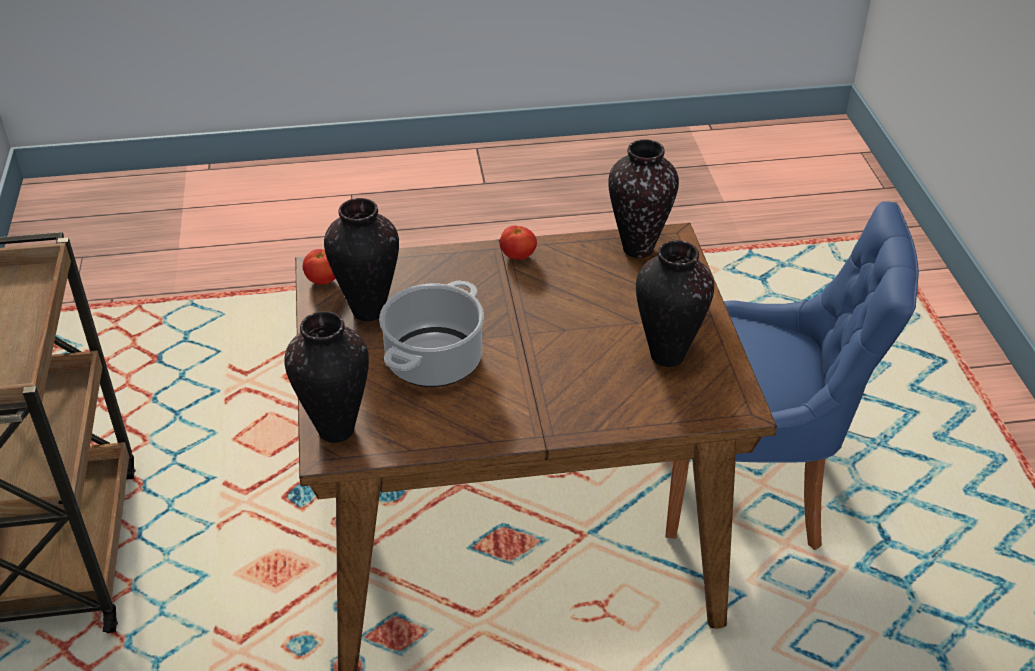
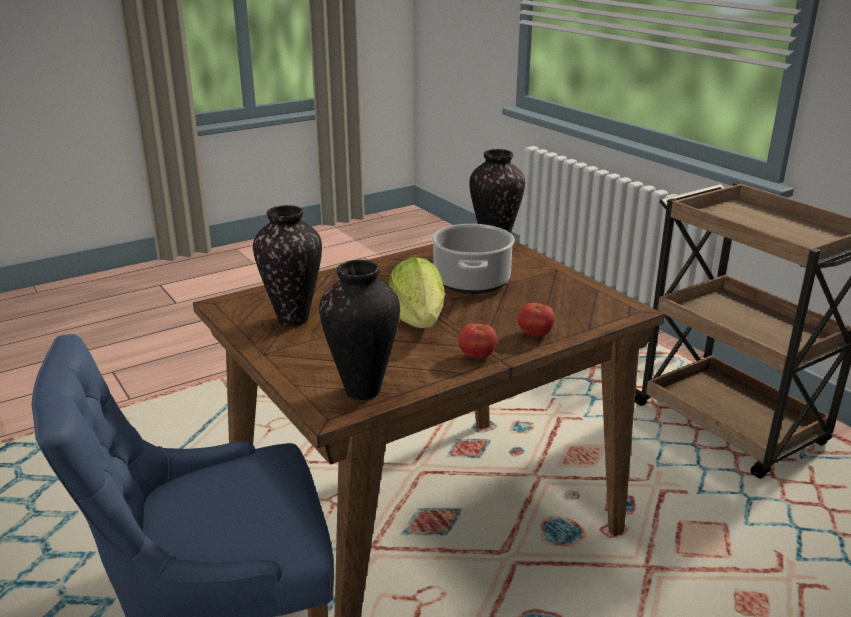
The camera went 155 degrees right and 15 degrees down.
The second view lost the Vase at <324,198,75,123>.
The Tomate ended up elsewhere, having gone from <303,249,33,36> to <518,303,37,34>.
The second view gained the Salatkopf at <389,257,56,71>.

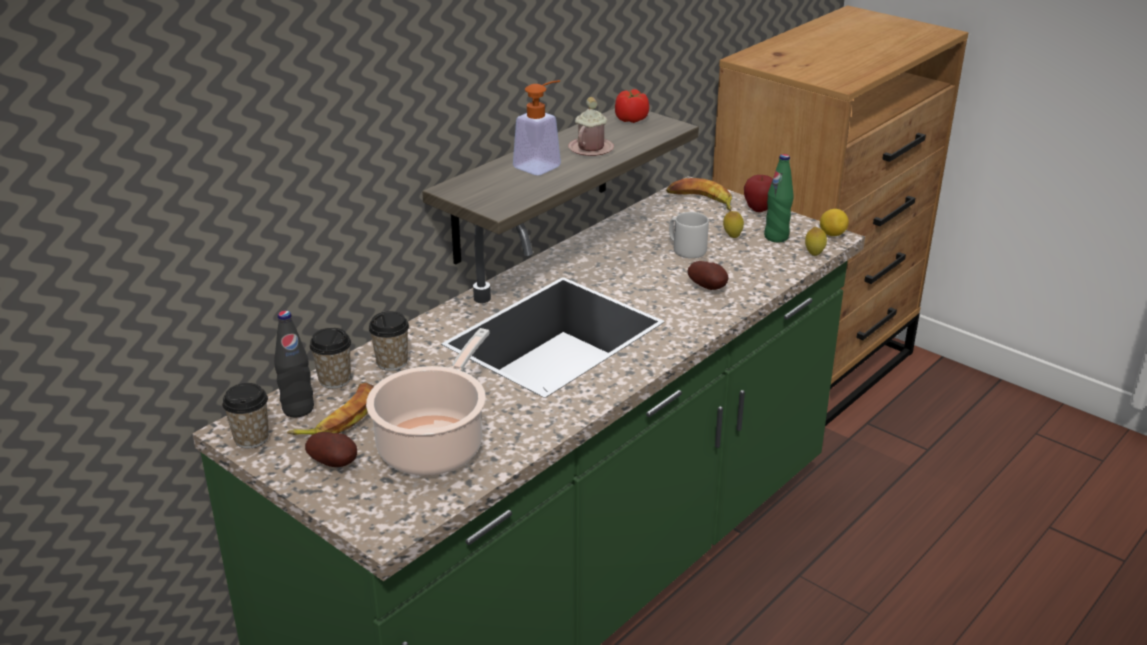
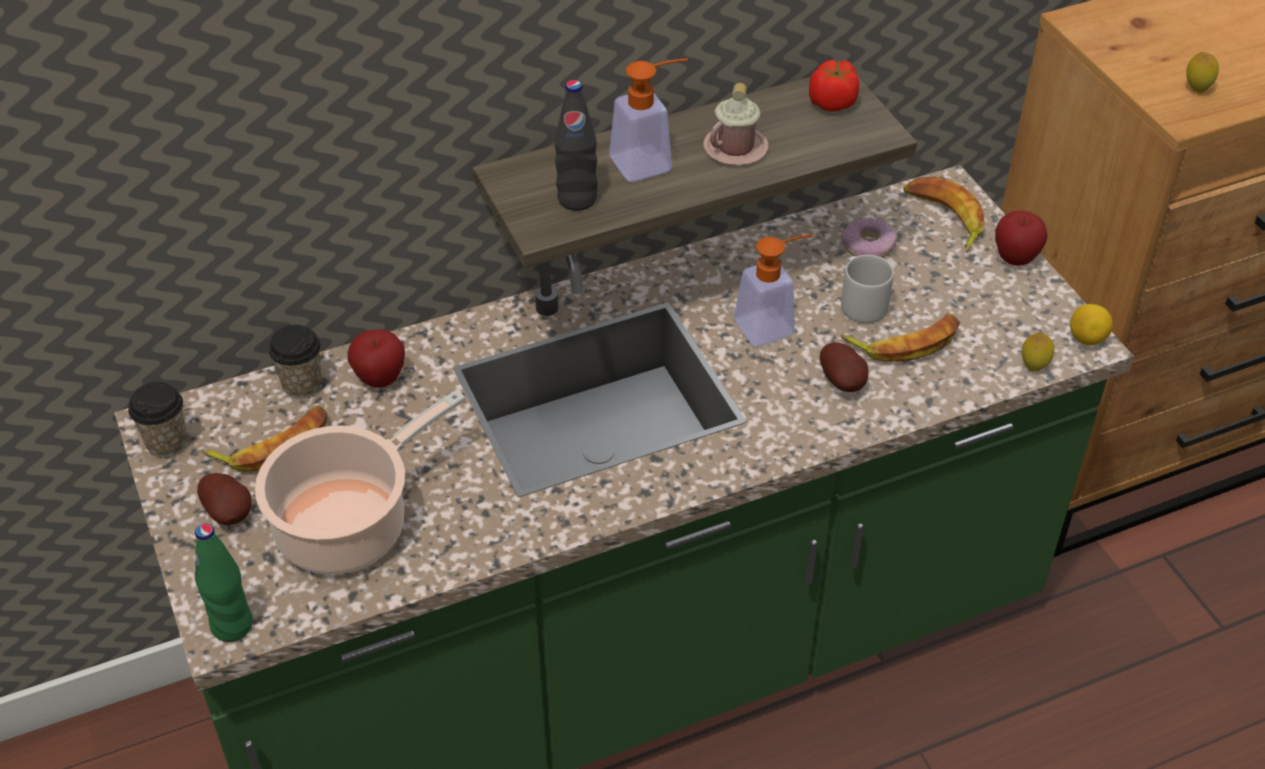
The camera went 25 degrees right and 15 degrees up.
The Flasche [grün] ended up elsewhere, having gone from <764,154,30,88> to <195,524,58,118>.
The Zitrone ended up elsewhere, having gone from <723,211,21,27> to <1186,52,33,41>.
The Flasche [schwarz] ended up elsewhere, having gone from <274,311,40,106> to <555,80,43,131>.
Where the Tasse stood at <369,311,40,60>, the Apfel came to stand at <348,330,57,58>.
The second view gained the Donut at <842,218,55,40>.
The second view gained the Seifenspender at <734,234,80,113>.
The second view gained the Banane at <841,313,119,49>.

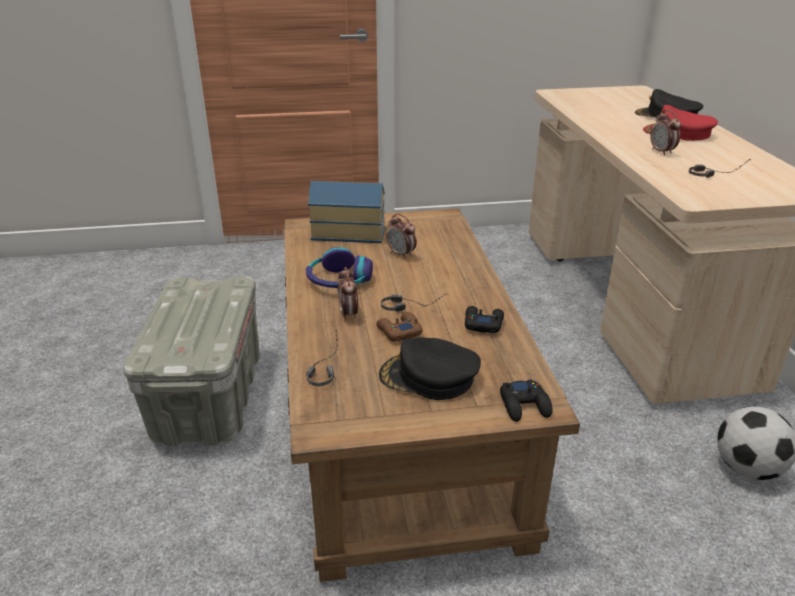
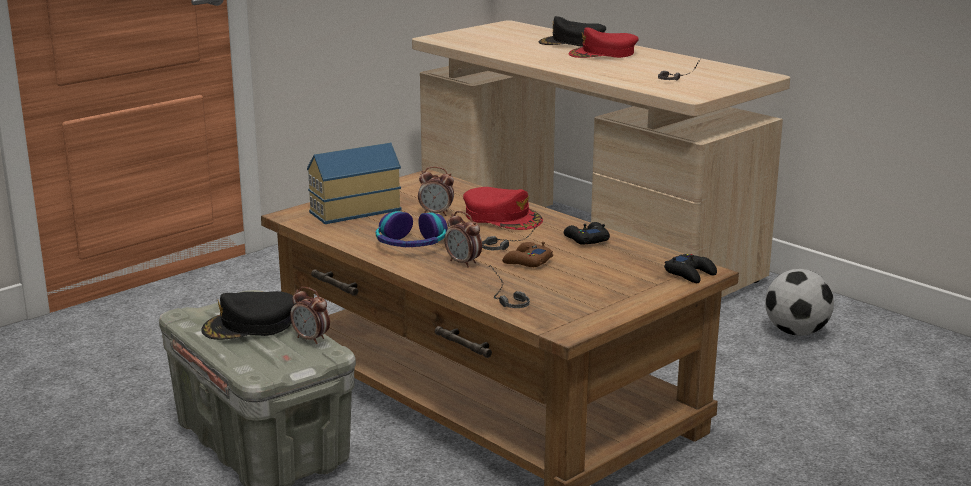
The camera went 35 degrees left and 10 degrees down.
The Wecker ended up elsewhere, having gone from <650,110,31,46> to <290,287,40,57>.
The Kappe [schwarz] ended up elsewhere, having gone from <379,337,102,63> to <201,291,95,49>.
The second view gained the Kappe [rot] at <463,187,80,43>.

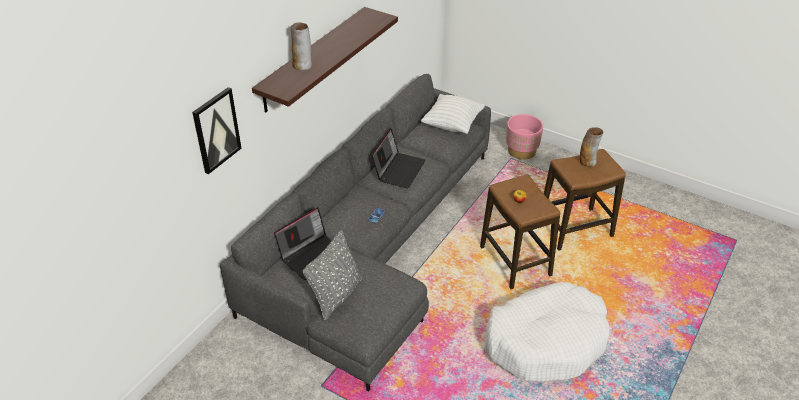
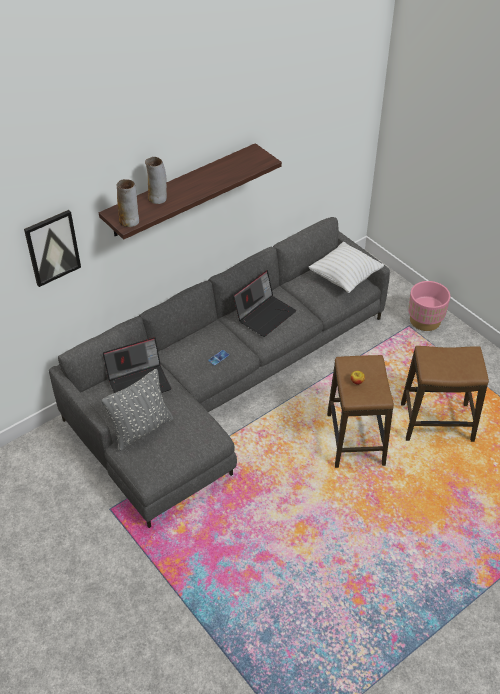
The camera went 20 degrees right and 5 degrees up.
The Vase ended up elsewhere, having gone from <580,127,23,40> to <116,179,23,48>.
The second view lost the Hundebett [weiß] at <484,282,125,101>.

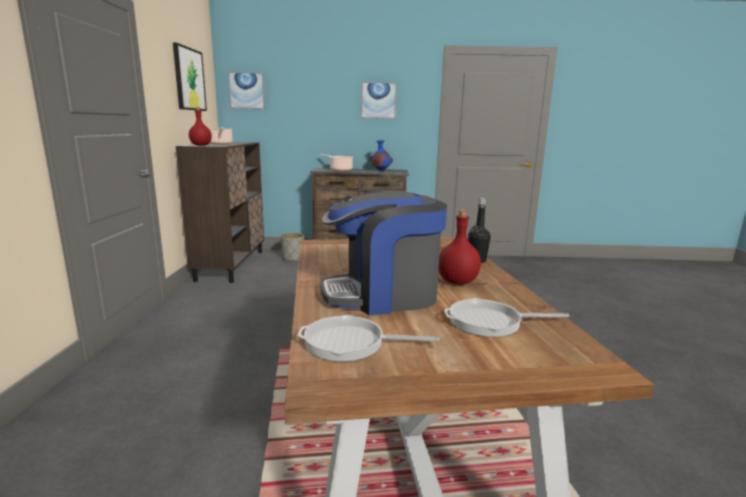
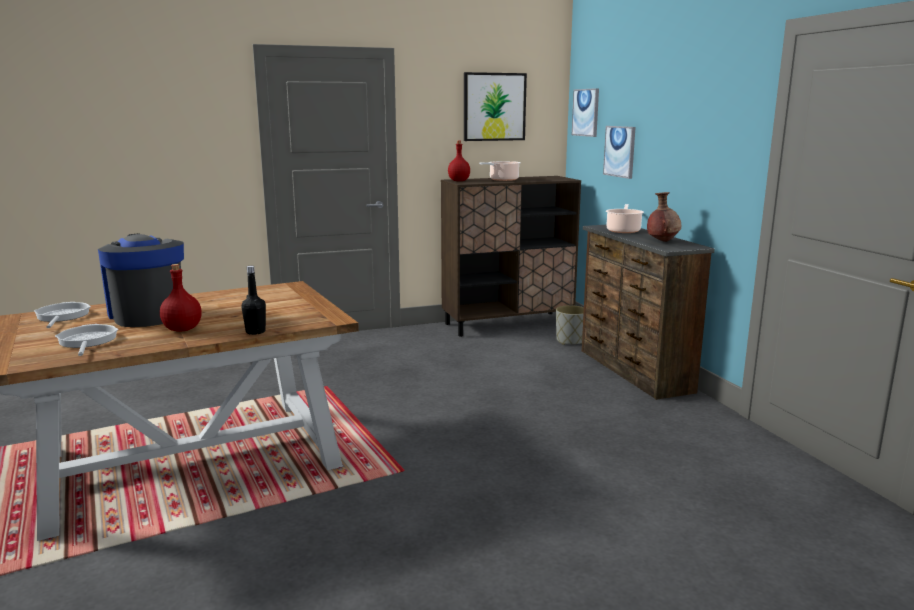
The camera went 70 degrees right and 0 degrees up.
The Bild ended up elsewhere, having gone from <361,82,35,37> to <603,126,33,53>.
What was the Vase [blau] at <370,140,23,31> turned into the Vase [braun] at <647,192,34,50>.

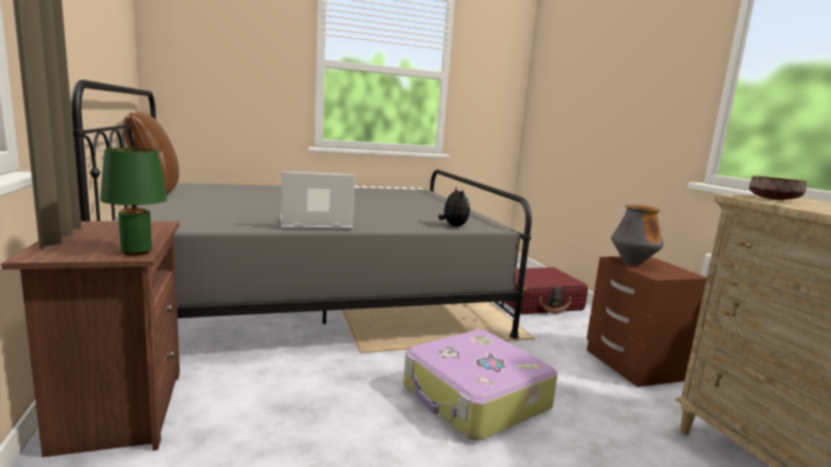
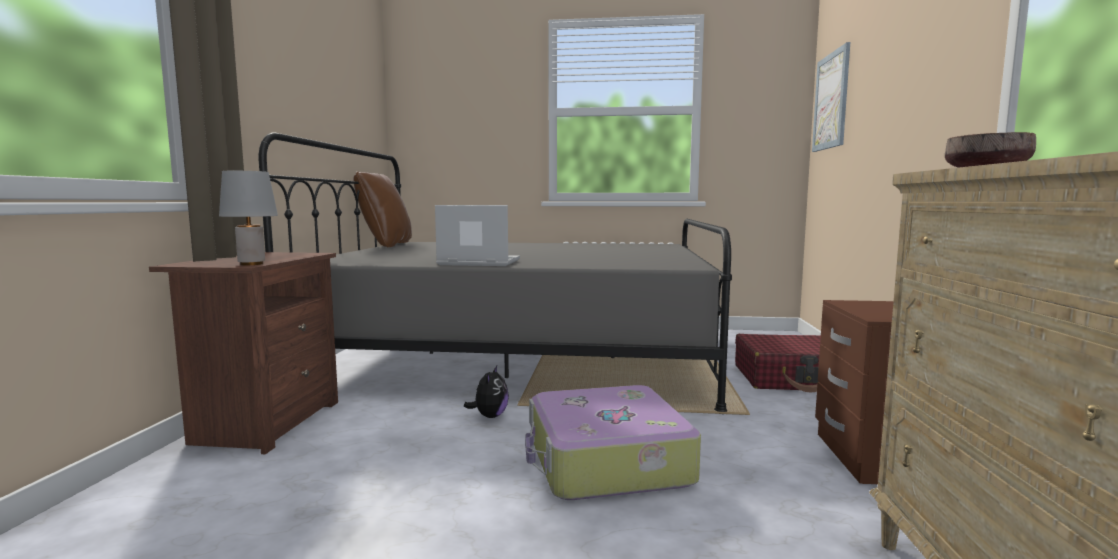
The camera went 25 degrees right and 5 degrees down.
What was the Tischlampe [grün] at <100,148,67,108> turned into the Tischlampe [grau] at <219,171,59,94>.
The Plüschtier ended up elsewhere, having gone from <438,186,32,41> to <464,366,45,52>.
The second view lost the Vase at <611,204,53,61>.
The second view gained the Bild at <812,42,38,110>.

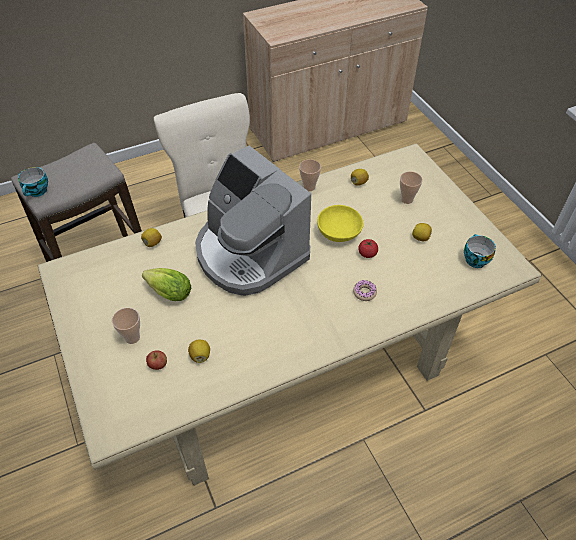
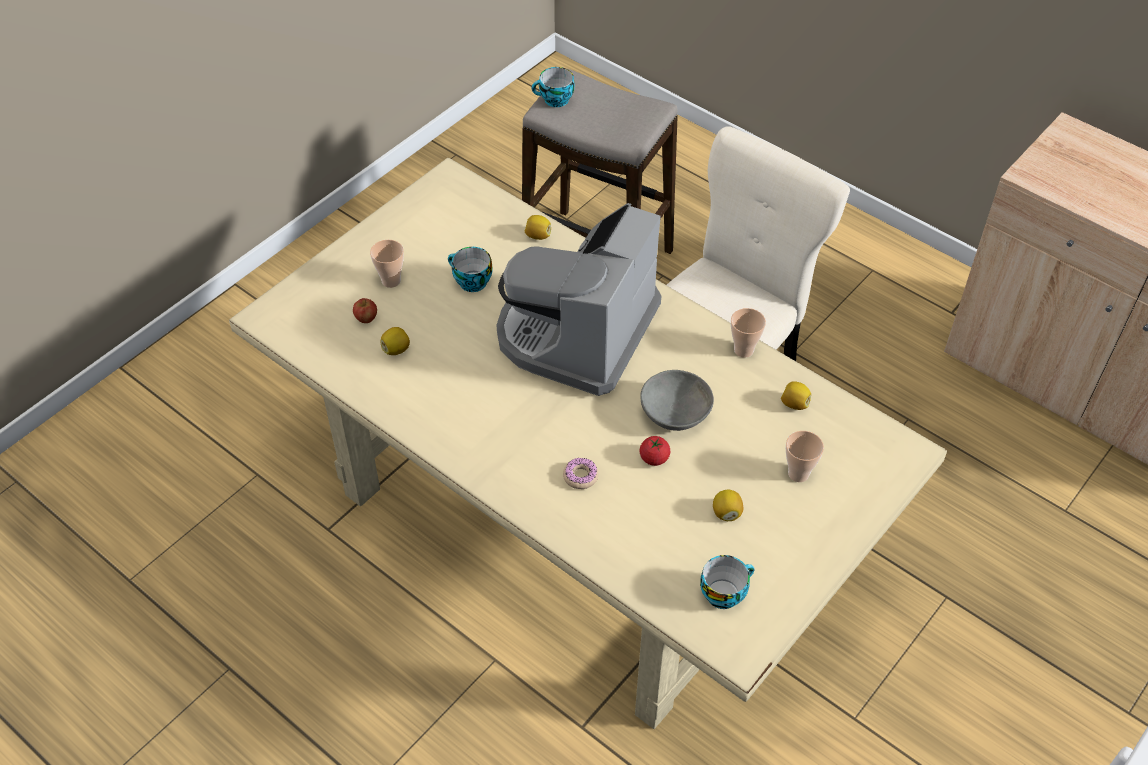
The camera went 65 degrees right and 0 degrees up.
What was the Schüssel [gelb] at <317,205,46,37> turned into the Schüssel [grau] at <640,370,74,61>.
Where the Salatkopf stood at <142,268,49,33>, the Tasse came to stand at <448,247,44,45>.

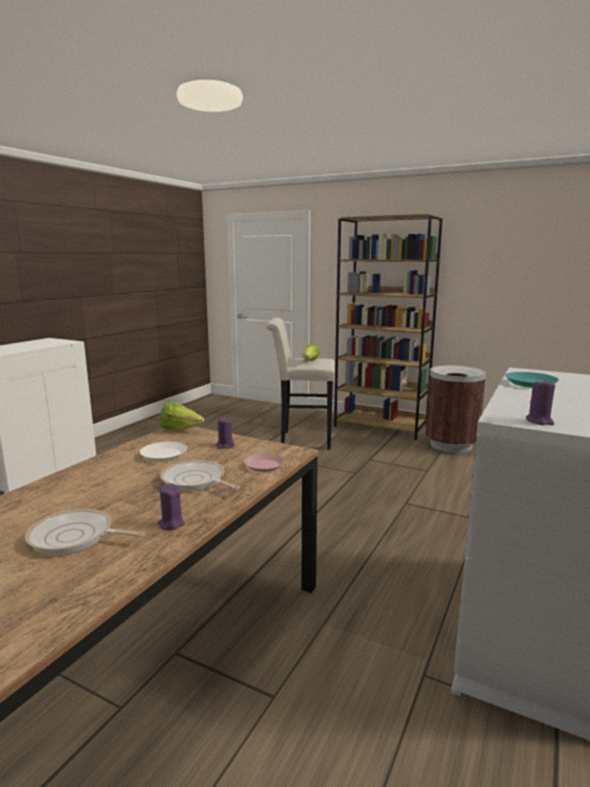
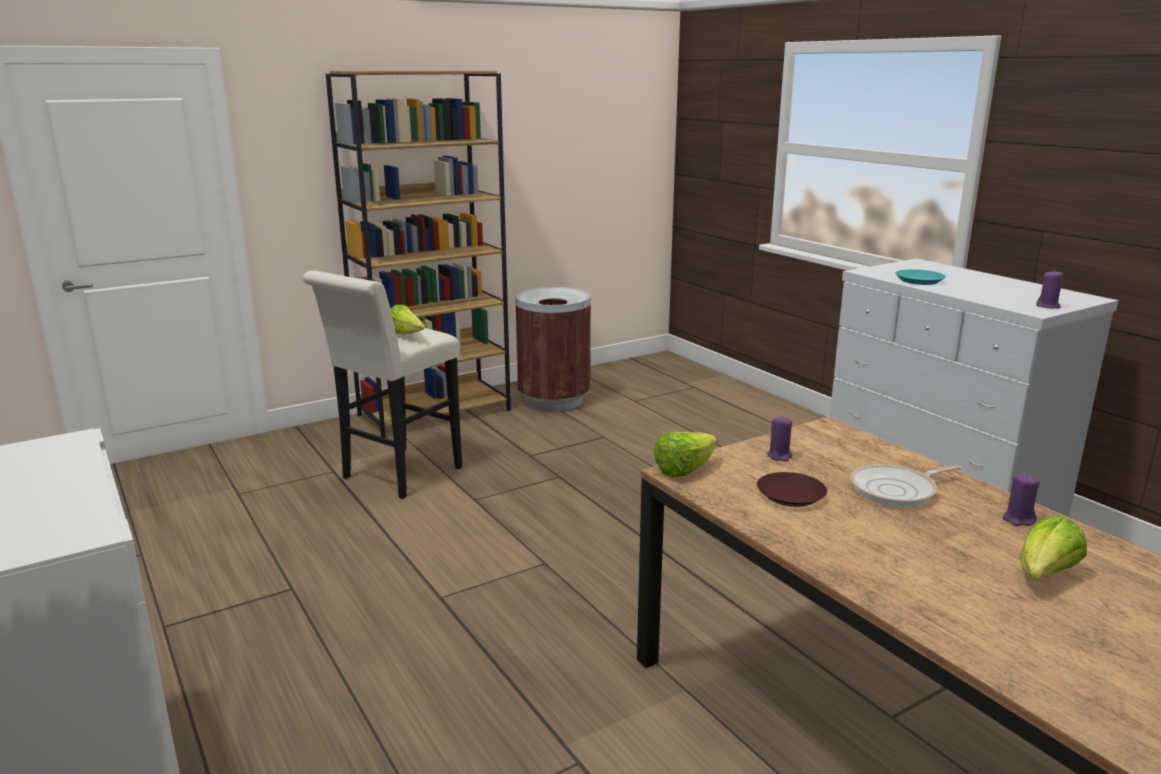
The camera went 60 degrees left and 5 degrees up.
What was the Teller [weiß] at <140,441,47,21> turned into the Teller [braun] at <757,472,70,35>.
The second view lost the Teller [rosa] at <244,453,41,19>.
Where the Pfanne stood at <25,509,119,46>, the Salatkopf came to stand at <1020,516,67,63>.

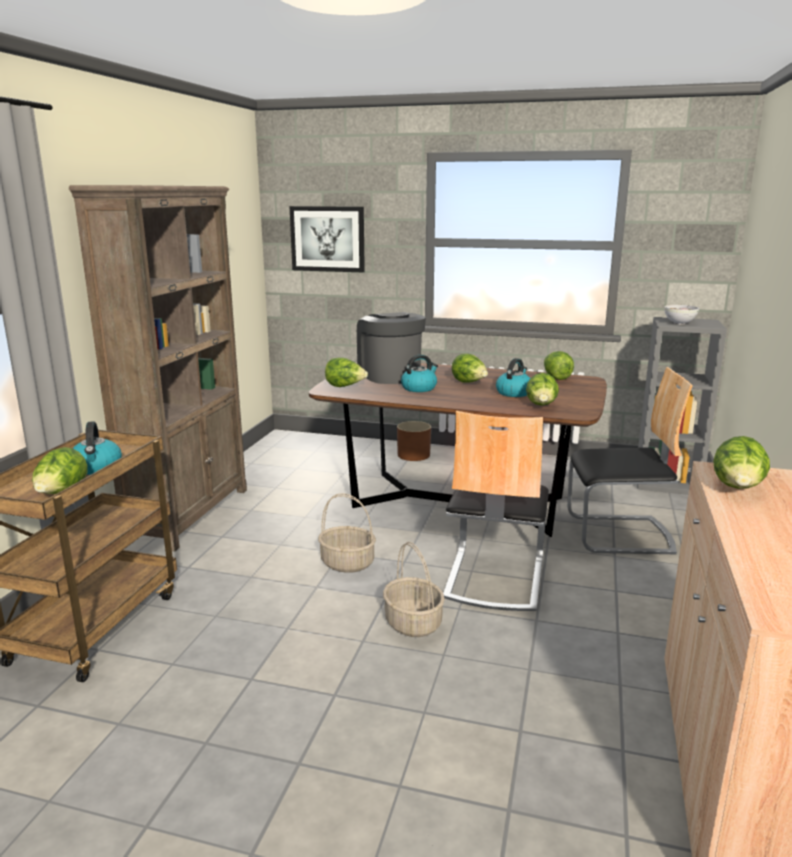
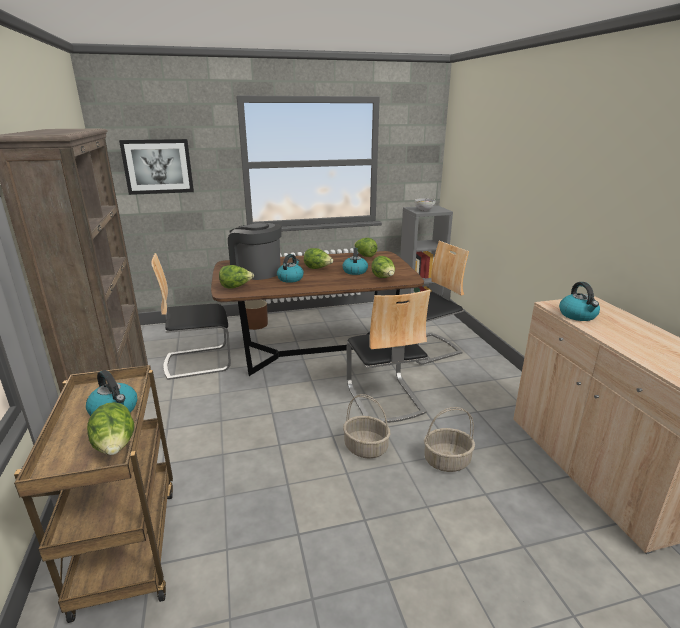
The camera went 30 degrees left and 5 degrees up.
Where the Salatkopf stood at <713,436,57,53>, the Wasserkessel came to stand at <559,282,41,39>.
The Korb ended up elsewhere, having gone from <318,493,58,80> to <424,407,51,65>.
The second view gained the Stuhl at <151,253,80,127>.

